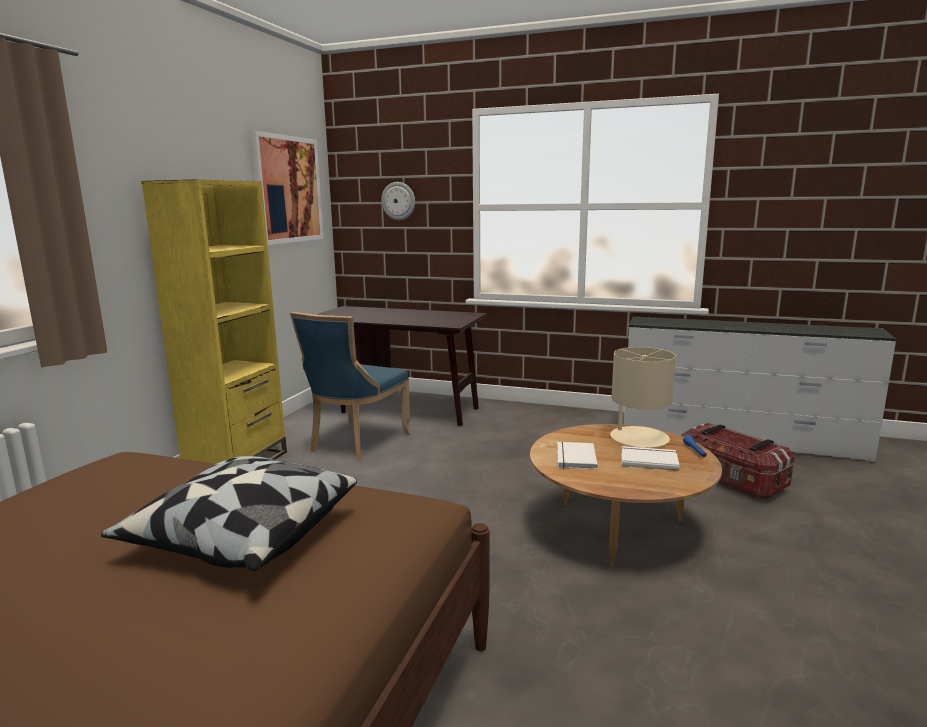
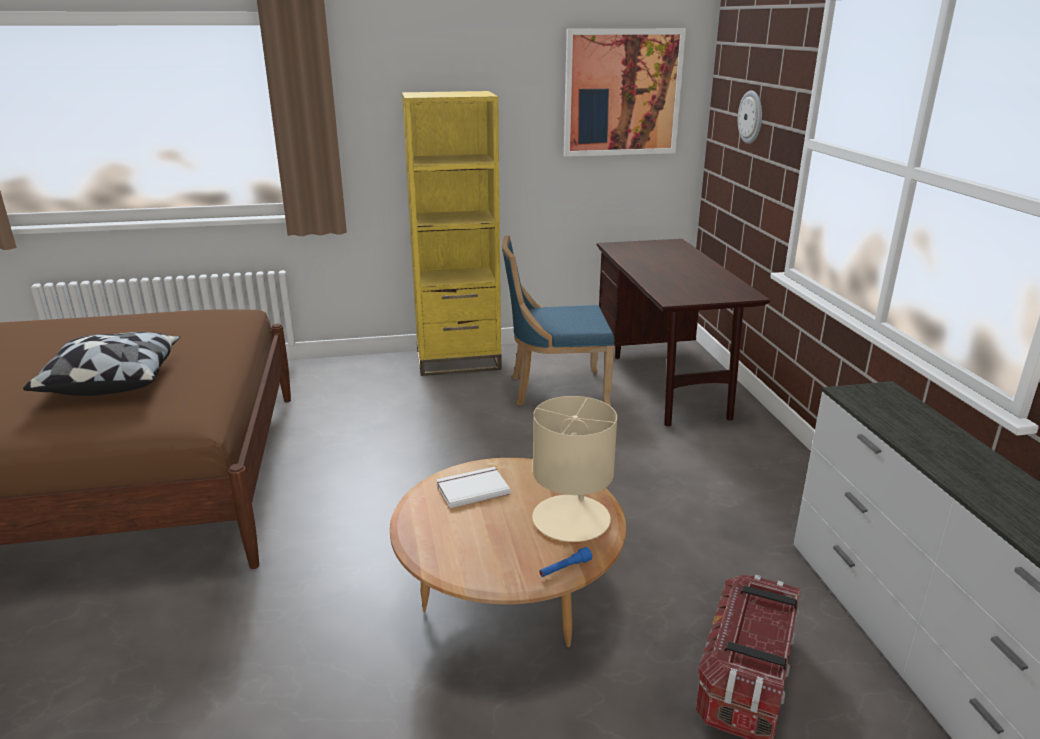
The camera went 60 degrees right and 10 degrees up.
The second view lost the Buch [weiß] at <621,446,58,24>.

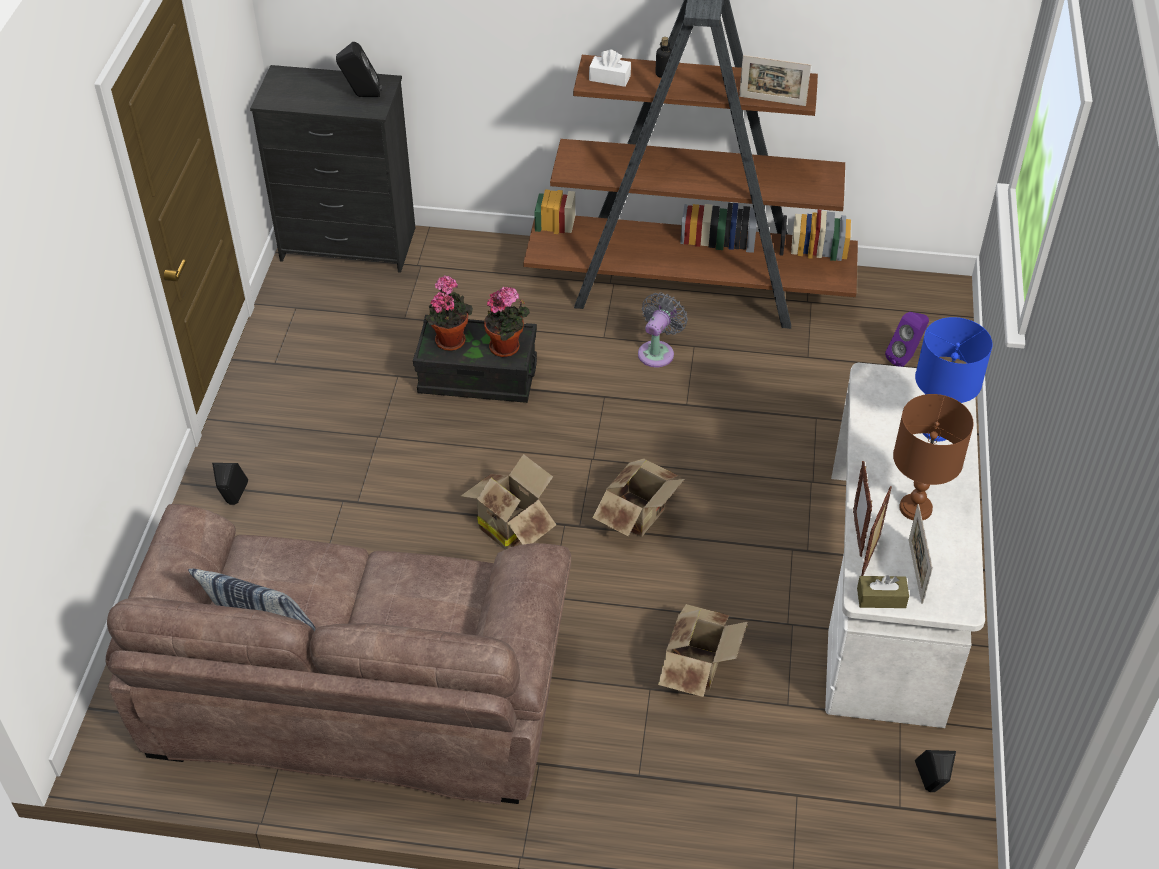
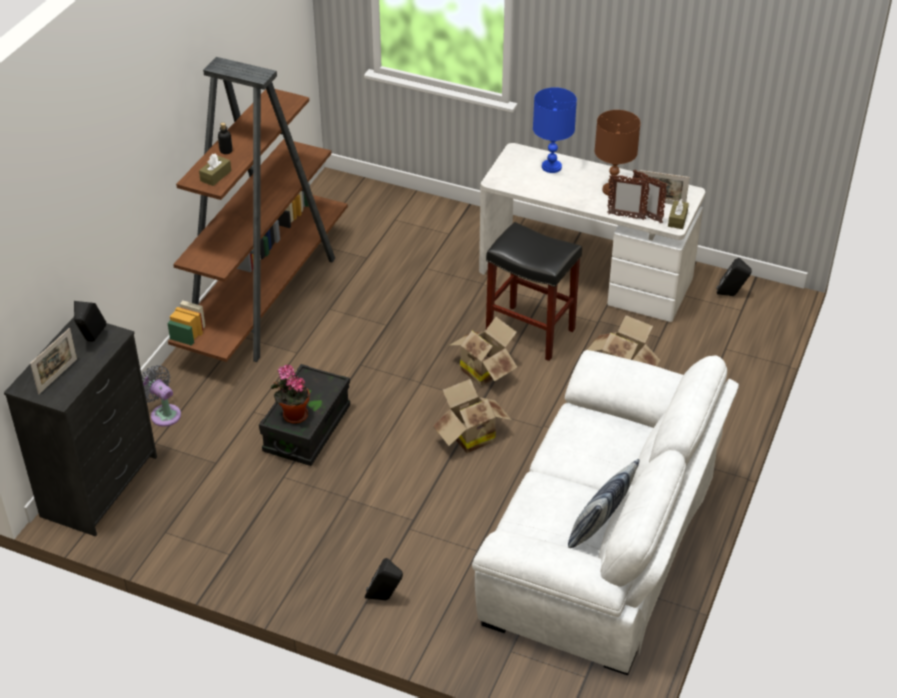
The camera went 75 degrees left and 5 degrees down.
What was the Taschentuchbox [weiß] at <589,50,42,37> turned into the Taschentuchbox [braun] at <199,154,32,32>.
The Bilderrahmen ended up elsewhere, having gone from <739,55,72,51> to <30,328,47,66>.
The second view lost the Topfpflanze at <484,286,46,71>.
The Ventilator [grau] ended up elsewhere, having gone from <638,293,50,74> to <142,365,39,62>.
The second view lost the Lautsprecher [lila] at <885,312,44,55>.
What was the Sofa [braun] at <106,504,465,301> turned into the Sofa [weiß] at <472,350,267,325>.
The second view gained the Hocker [schwarz] at <486,222,96,139>.

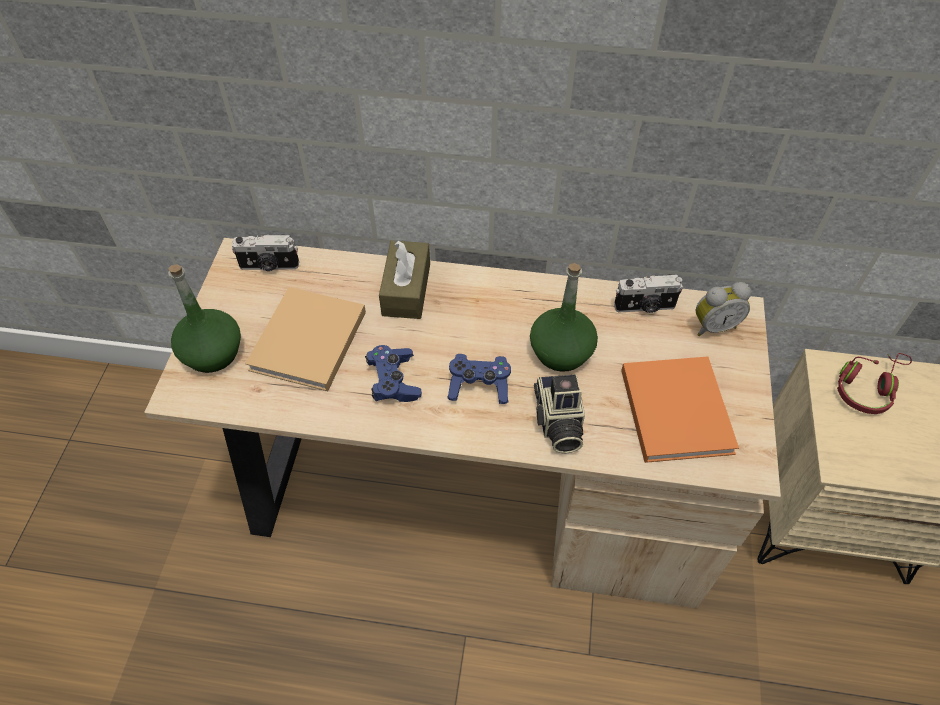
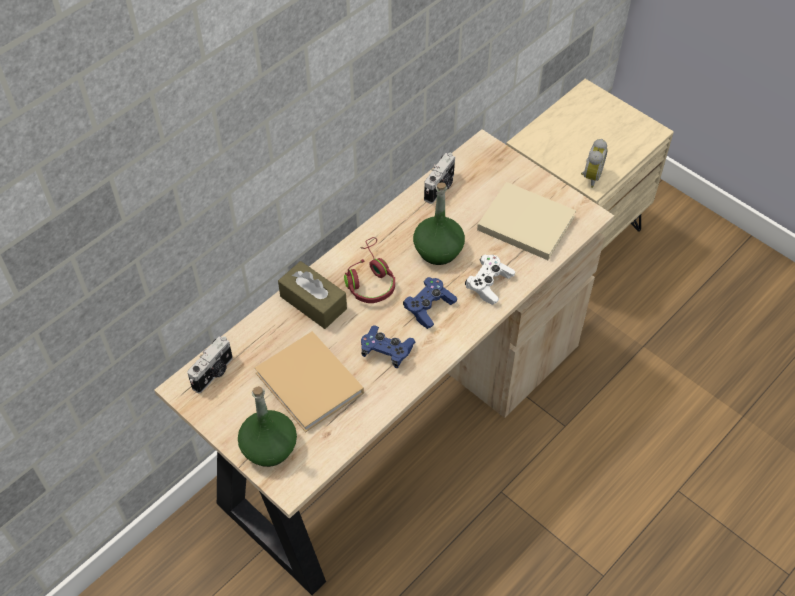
The camera went 55 degrees left and 0 degrees up.
The Wecker ended up elsewhere, having gone from <695,282,56,54> to <581,139,27,49>.
The Kopfhörer [rot] ended up elsewhere, having gone from <837,353,75,61> to <344,237,51,66>.
What was the Buch [orange] at <621,356,118,107> turned into the Buch [beige] at <477,182,99,78>.
Where the Kamera stood at <534,374,51,80>, the Gamepad [weiß] came to stand at <465,255,50,50>.

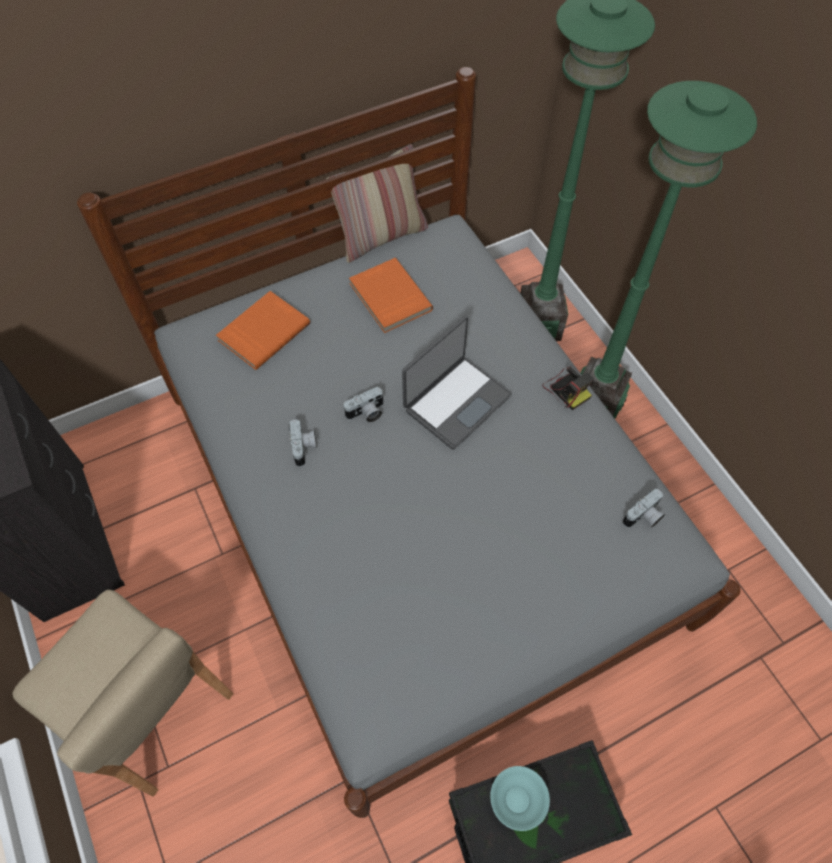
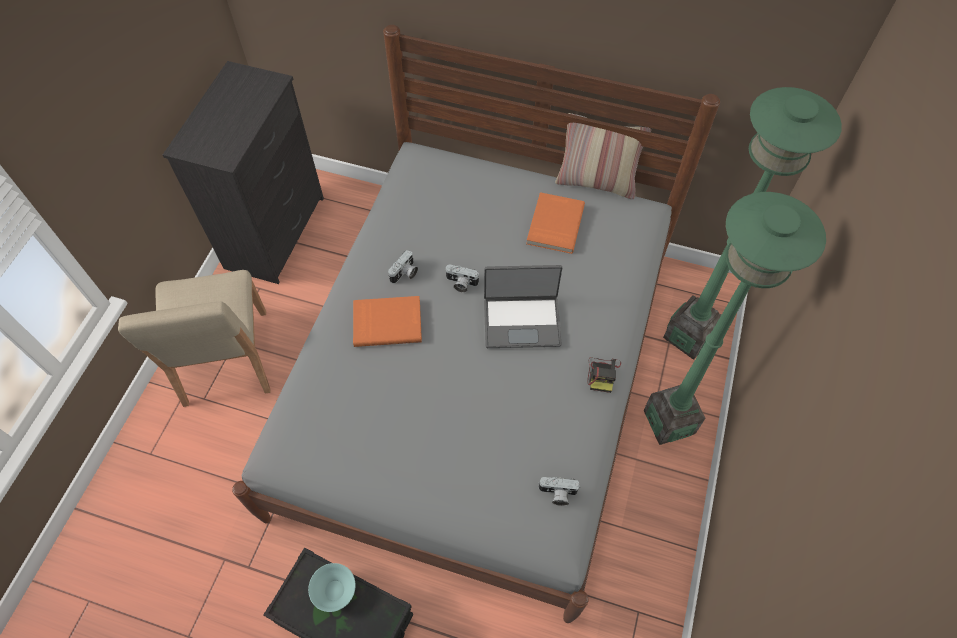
The camera went 45 degrees right and 0 degrees up.
The Buch [orange] ended up elsewhere, having gone from <216,291,94,79> to <353,296,69,51>.

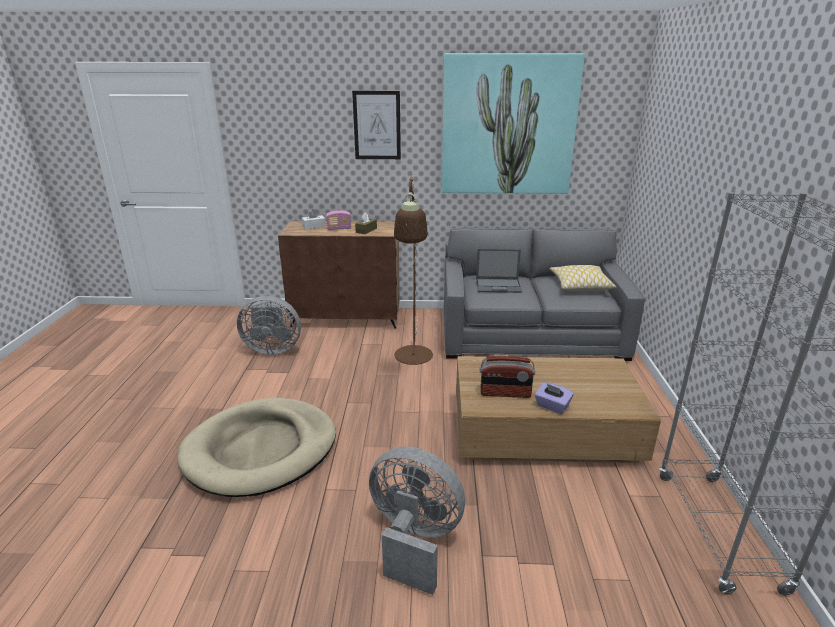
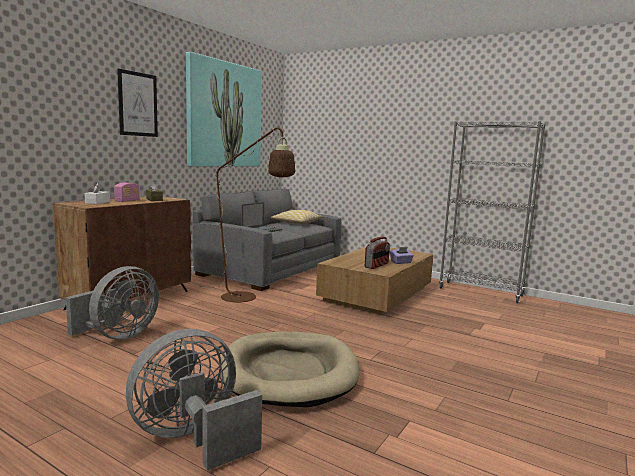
The camera went 60 degrees left and 15 degrees down.
The Ventilator [grau] ended up elsewhere, having gone from <369,447,96,148> to <126,329,136,142>.

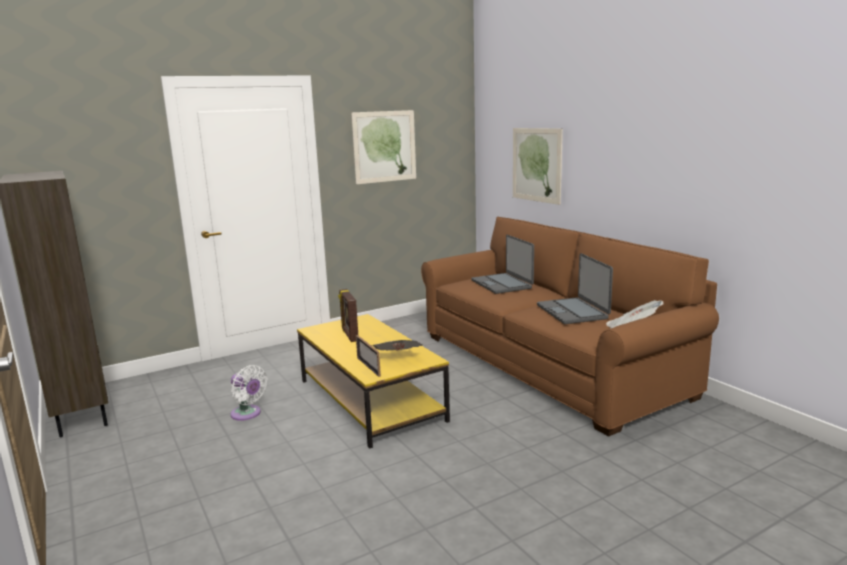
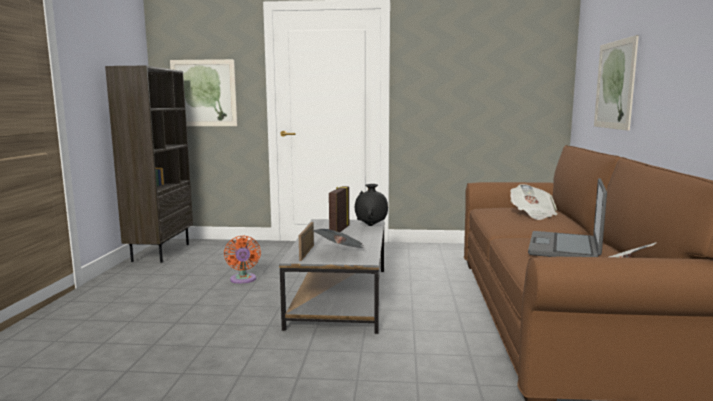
The camera went 35 degrees right and 5 degrees down.
The Bild ended up elsewhere, having gone from <351,110,65,75> to <170,59,67,67>.
Where the Laptop stood at <471,235,63,59>, the Zeitung came to stand at <510,184,48,36>.
What was the Couchtisch [gelb] at <297,314,153,135> turned into the Couchtisch [grau] at <279,219,106,115>.
What was the Ventilator [weiß] at <230,365,38,56> turned into the Ventilator [orange] at <224,235,37,49>.
The second view gained the Vase [schwarz] at <355,184,33,42>.

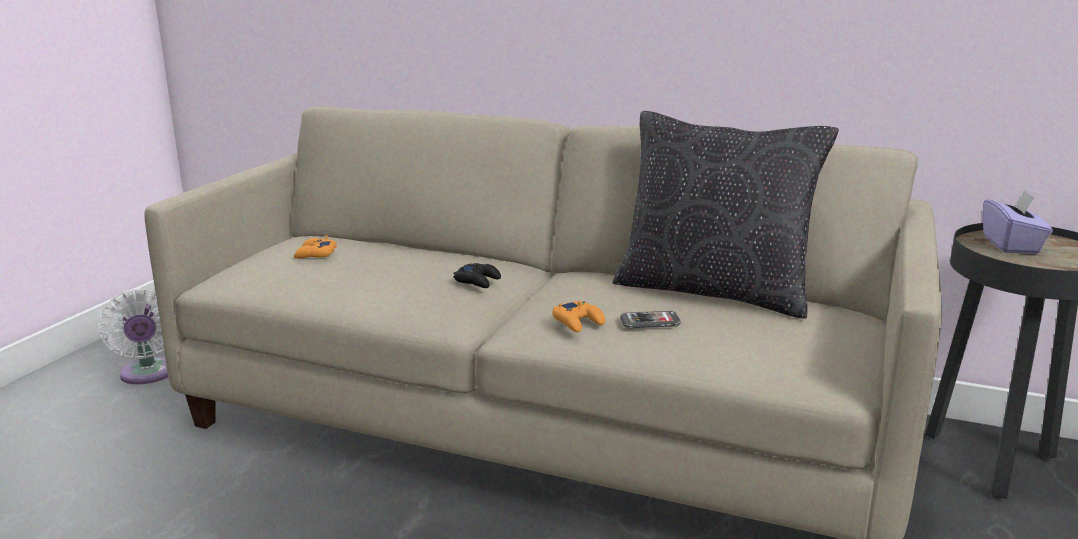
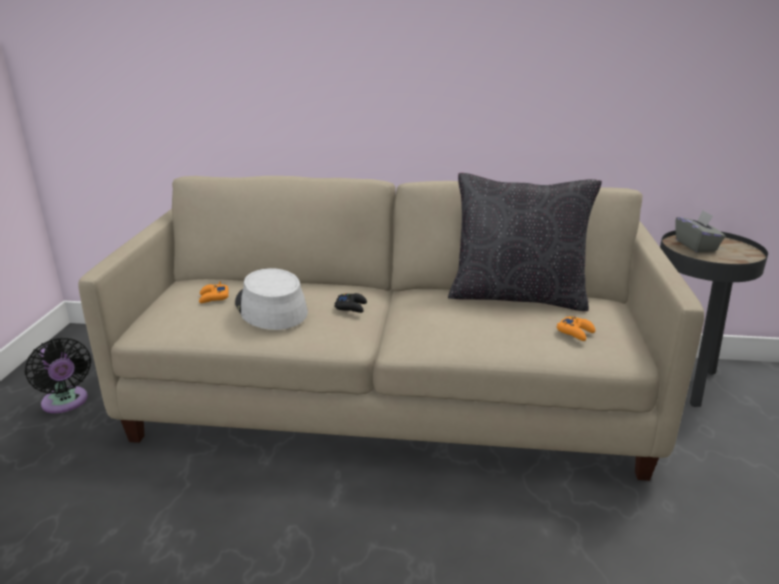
The camera went 15 degrees left and 5 degrees up.
What was the Taschentuchbox [lila] at <983,190,70,64> turned into the Taschentuchbox [grau] at <675,210,50,43>.
What was the Ventilator [weiß] at <98,289,70,95> turned into the Ventilator [schwarz] at <25,337,66,76>.
The Gamepad [orange] ended up elsewhere, having gone from <552,301,53,31> to <556,316,39,25>.
The second view lost the Handy at <620,311,61,17>.
The second view gained the Hut [grau] at <235,268,73,62>.

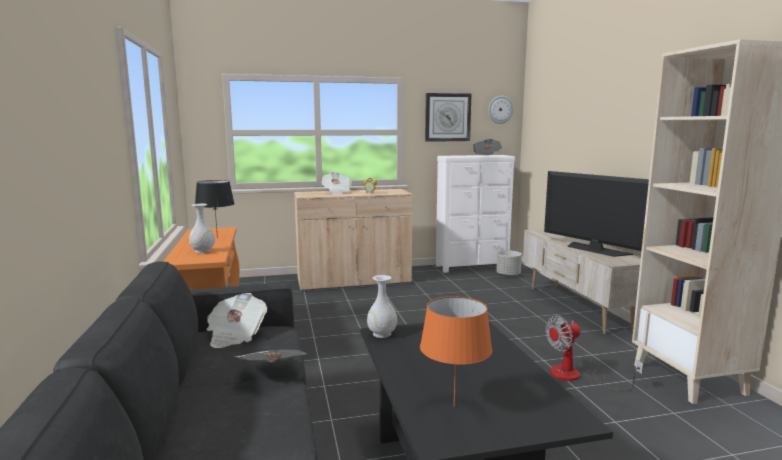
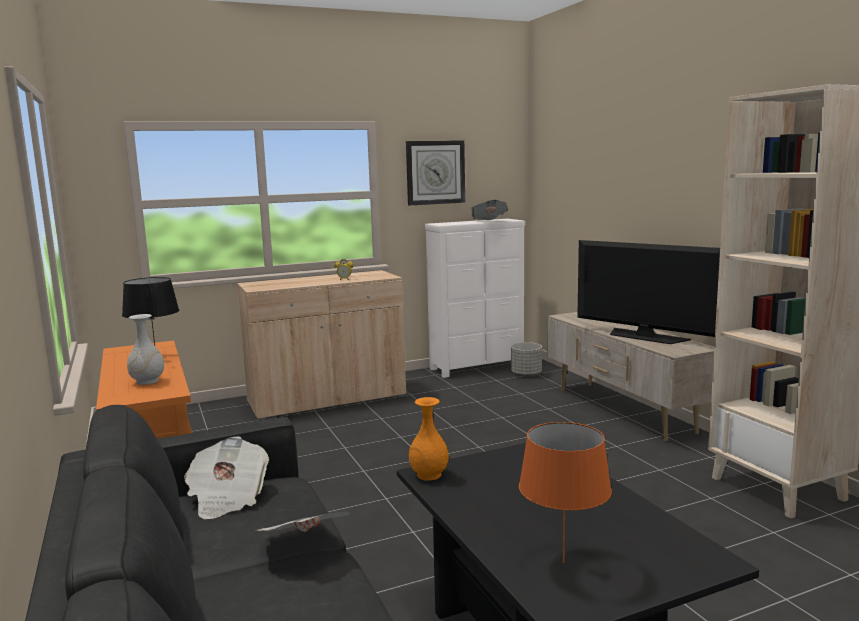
The camera went 10 degrees left and 0 degrees up.
The second view lost the Wanduhr at <488,96,26,28>.
The second view lost the Zeitung at <321,172,30,22>.
What was the Vase [weiß] at <367,275,30,63> turned into the Vase [orange] at <409,397,40,84>.
The second view lost the Ventilator at <545,316,98,75>.

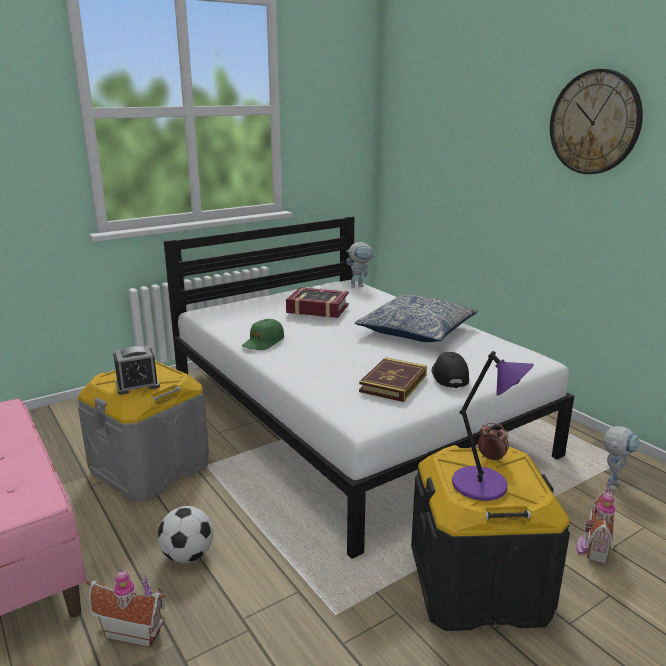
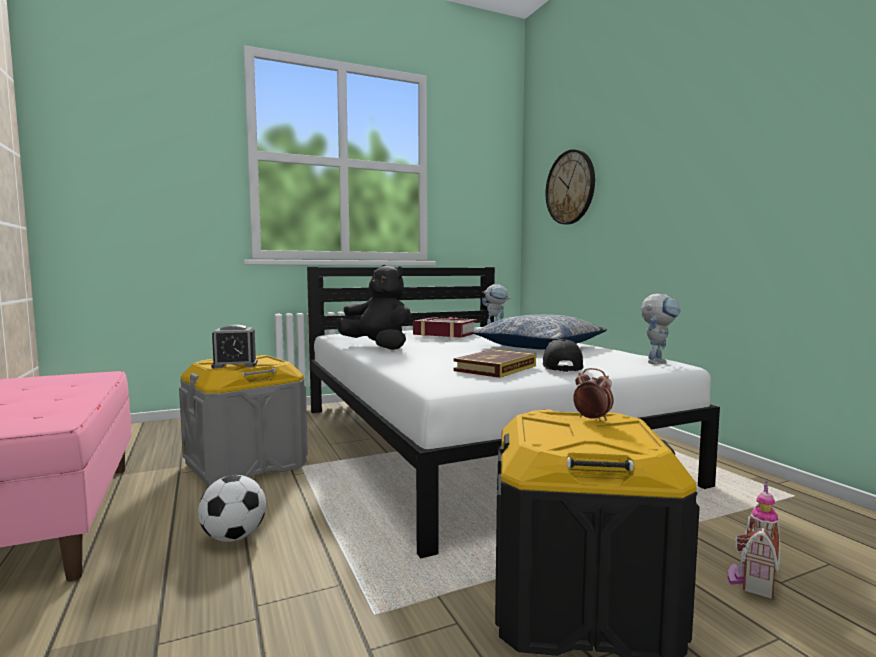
The camera went 10 degrees right and 15 degrees down.
The Wanduhr ended up elsewhere, having gone from <550,69,93,105> to <545,149,50,75>.
Where the Kappe [grün] stood at <242,319,42,31>, the Plüschtier [schwarz] came to stand at <336,265,75,85>.
The second view lost the Tischlampe [lila] at <452,351,82,150>.
The Spielzeugroboter ended up elsewhere, having gone from <603,426,37,65> to <641,294,40,71>.
The second view lost the Spielzeughaus at <86,567,80,81>.

